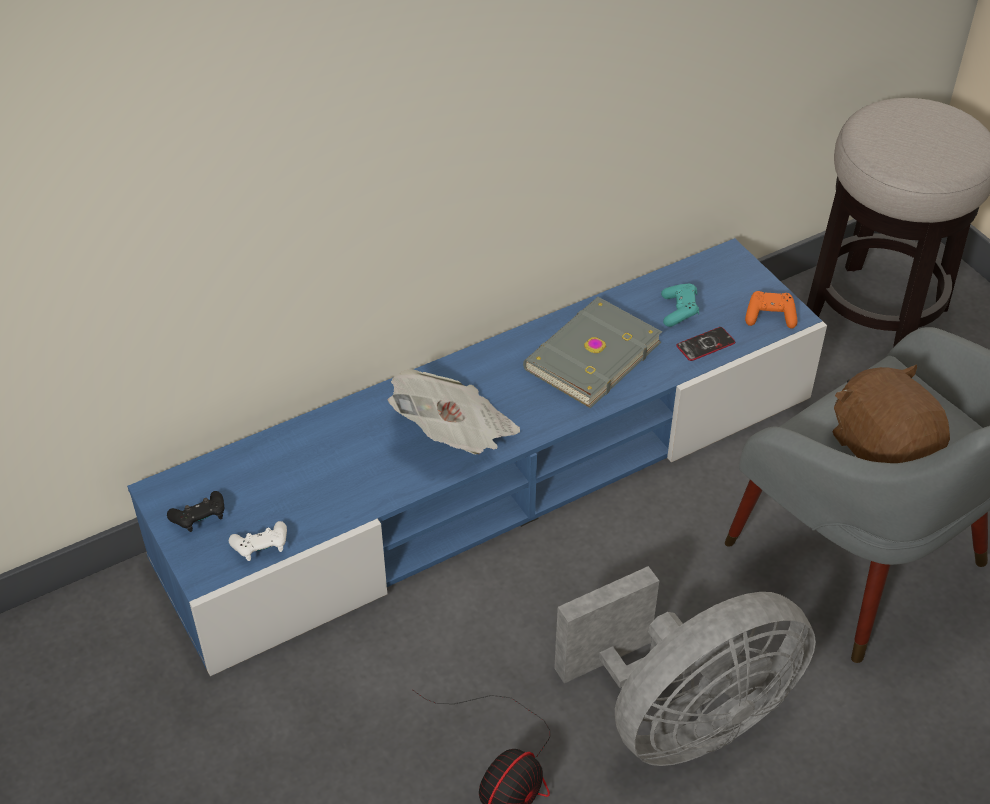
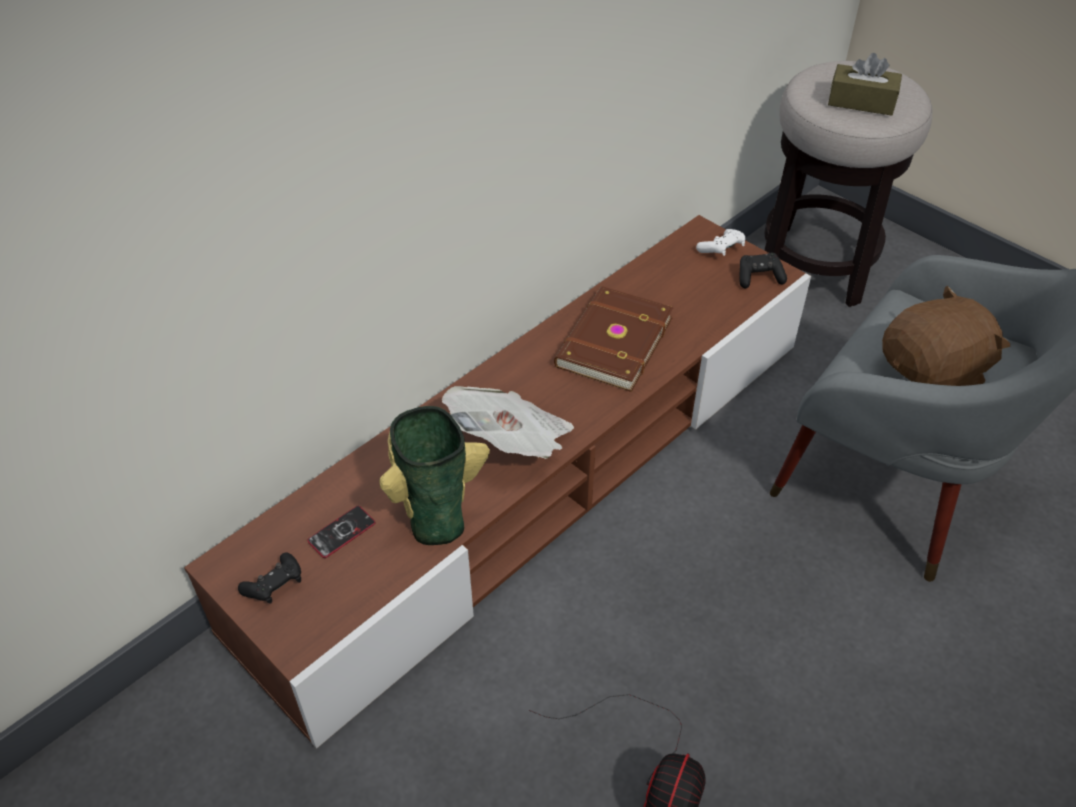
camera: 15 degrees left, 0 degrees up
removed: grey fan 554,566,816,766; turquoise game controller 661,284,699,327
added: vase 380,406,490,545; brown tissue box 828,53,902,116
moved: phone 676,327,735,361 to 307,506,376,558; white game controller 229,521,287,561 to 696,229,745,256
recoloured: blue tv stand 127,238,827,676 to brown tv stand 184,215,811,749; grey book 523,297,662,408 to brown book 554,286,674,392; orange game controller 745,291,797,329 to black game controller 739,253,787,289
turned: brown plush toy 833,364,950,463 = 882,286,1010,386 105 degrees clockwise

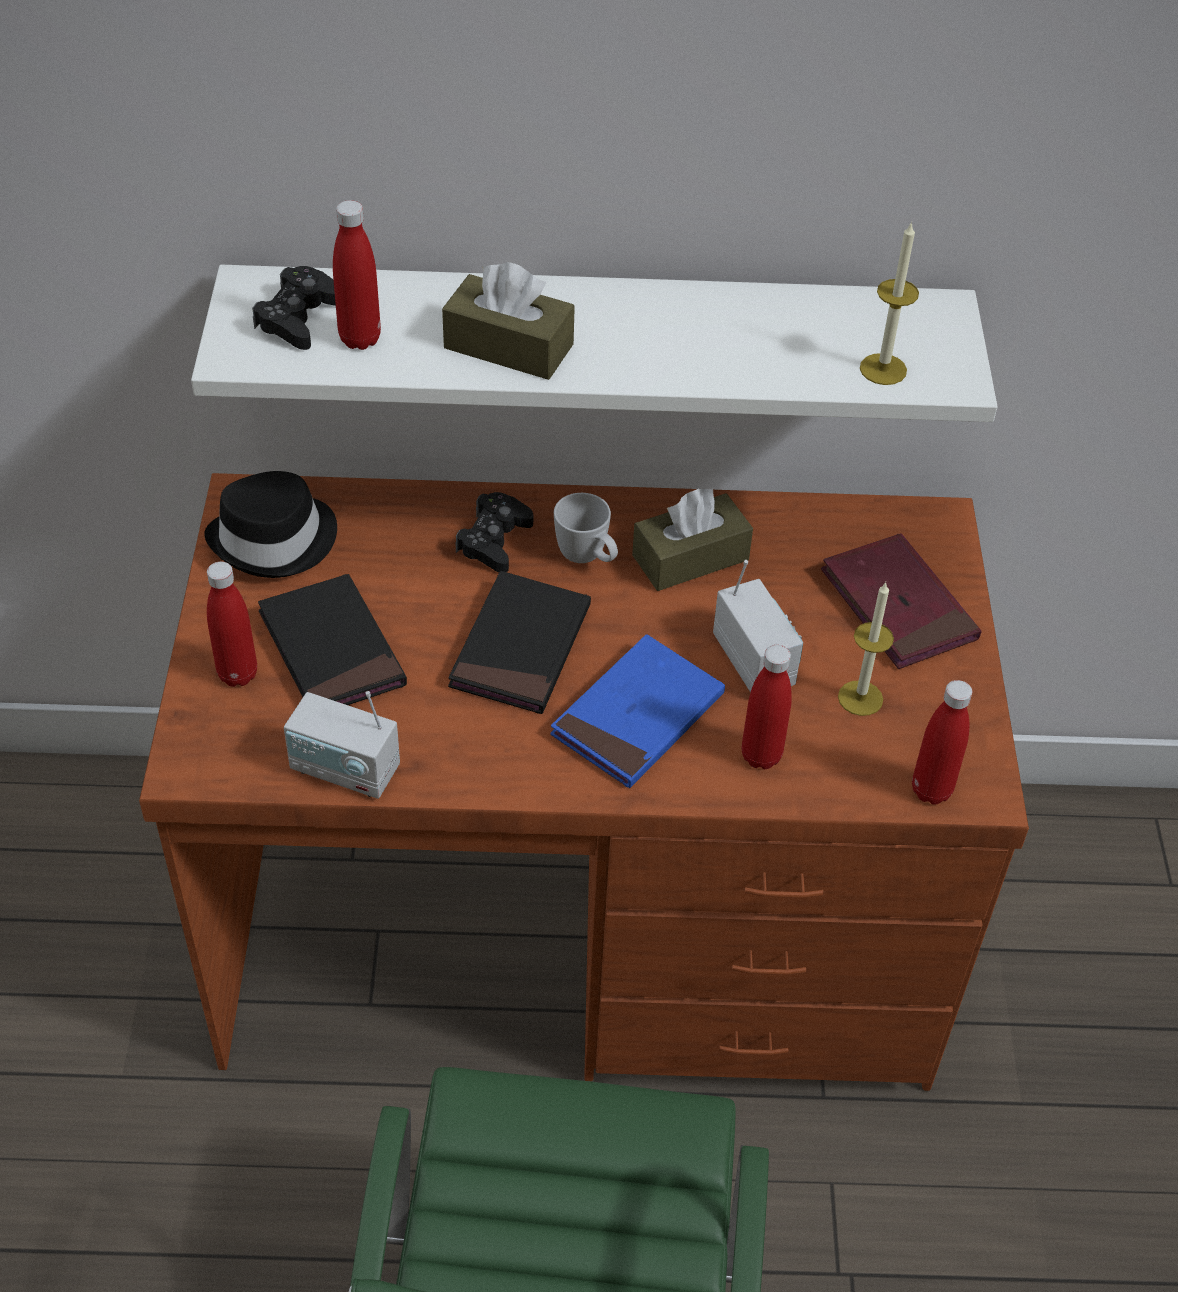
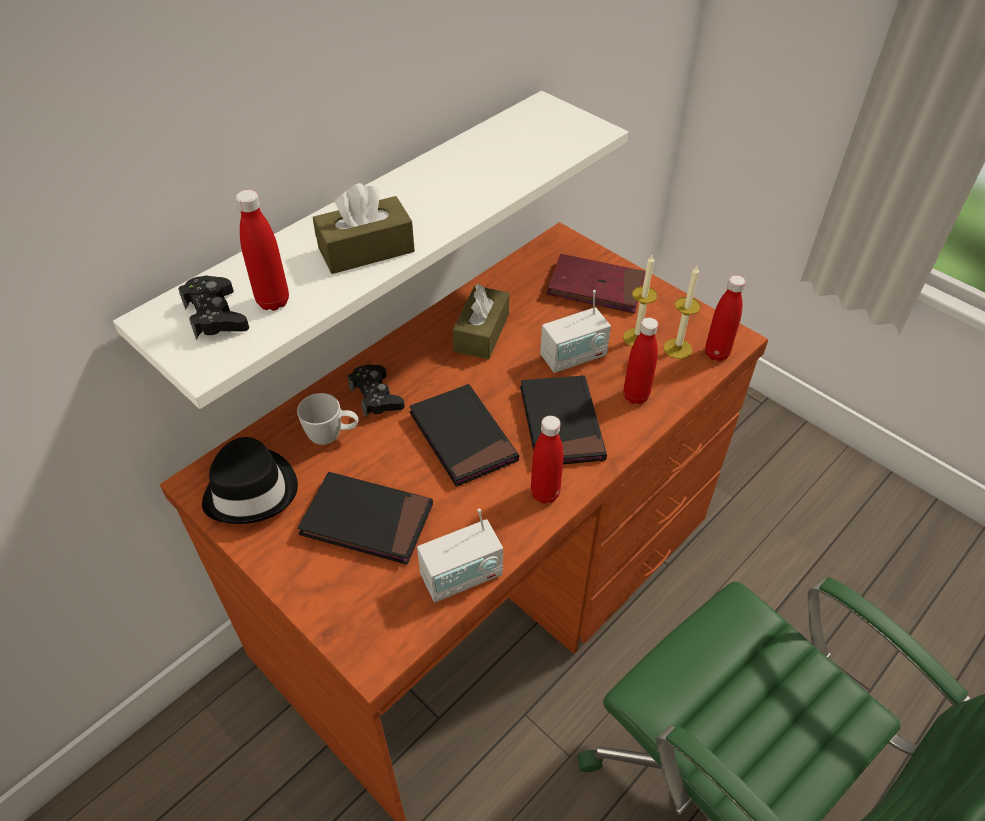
camera: 45 degrees left, 0 degrees up
moved: white mug 554,493,618,563 to 297,393,358,445; red bottle 207,562,257,687 to 531,416,564,504; candle 860,221,919,385 to 664,266,701,359
recoloured: blue book 550,634,725,788 to black book 520,375,607,464
turned: radio 713,560,803,693 = 540,290,611,373 135 degrees clockwise

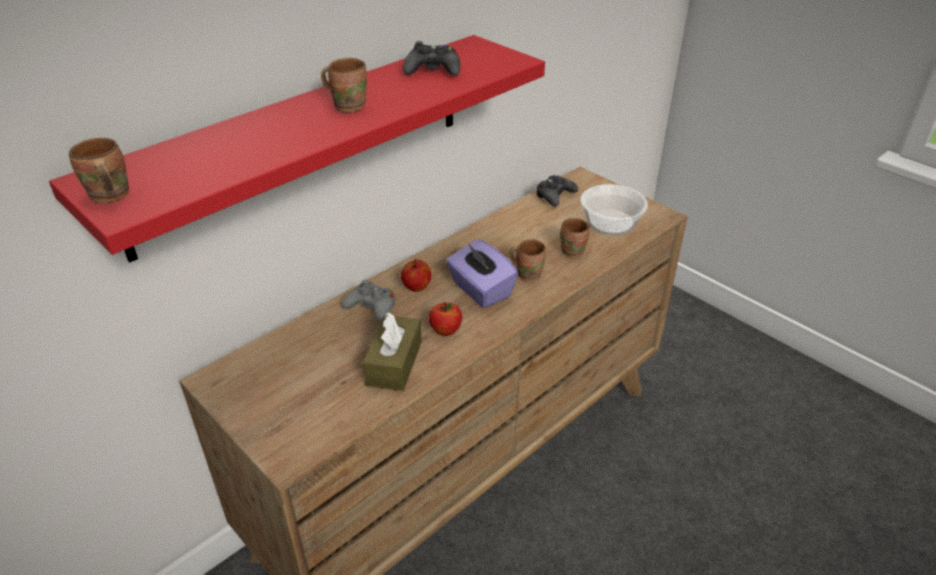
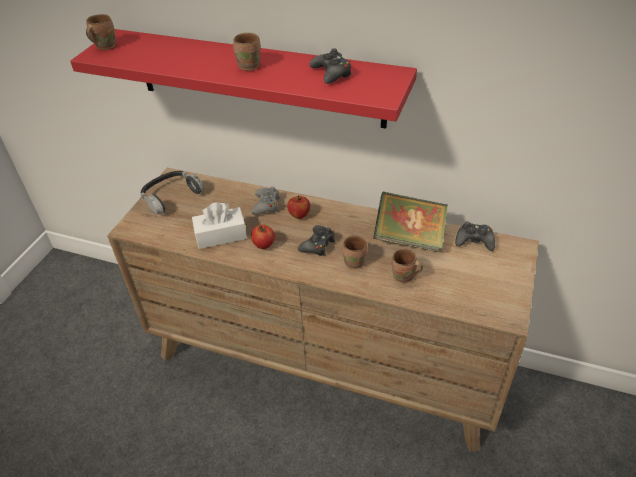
camera: 65 degrees right, 5 degrees up
removed: bowl 581,184,648,236
added: headphones 141,171,204,214; book 373,192,448,252
replaced: purple tissue box 446,239,518,308 to black game controller 298,225,335,256
recoloured: brown tissue box 363,312,422,391 to white tissue box 192,202,247,249

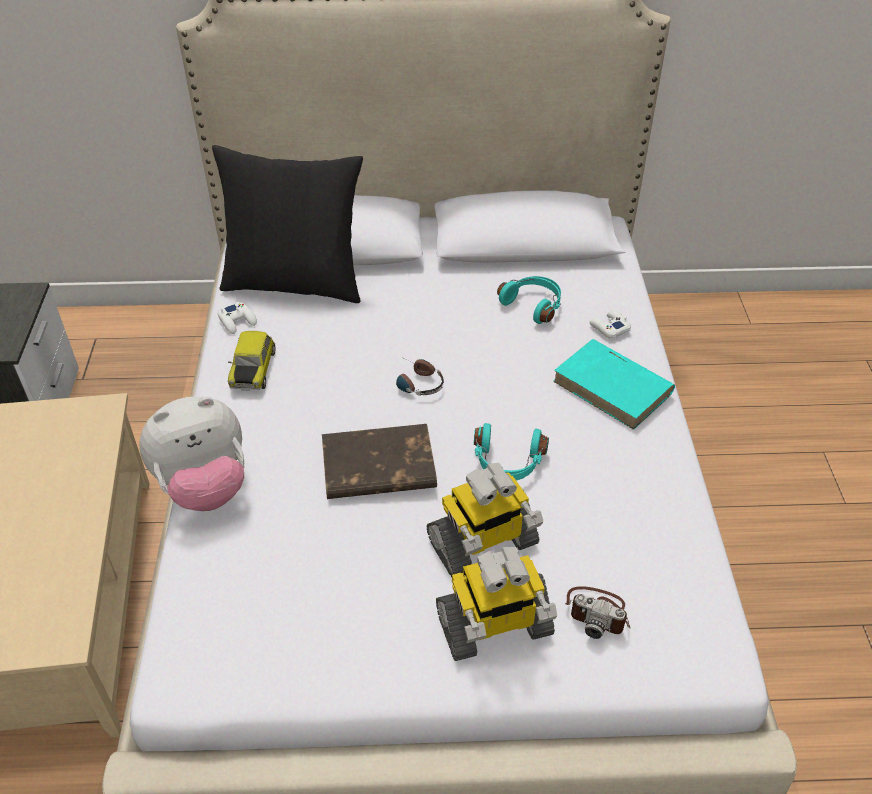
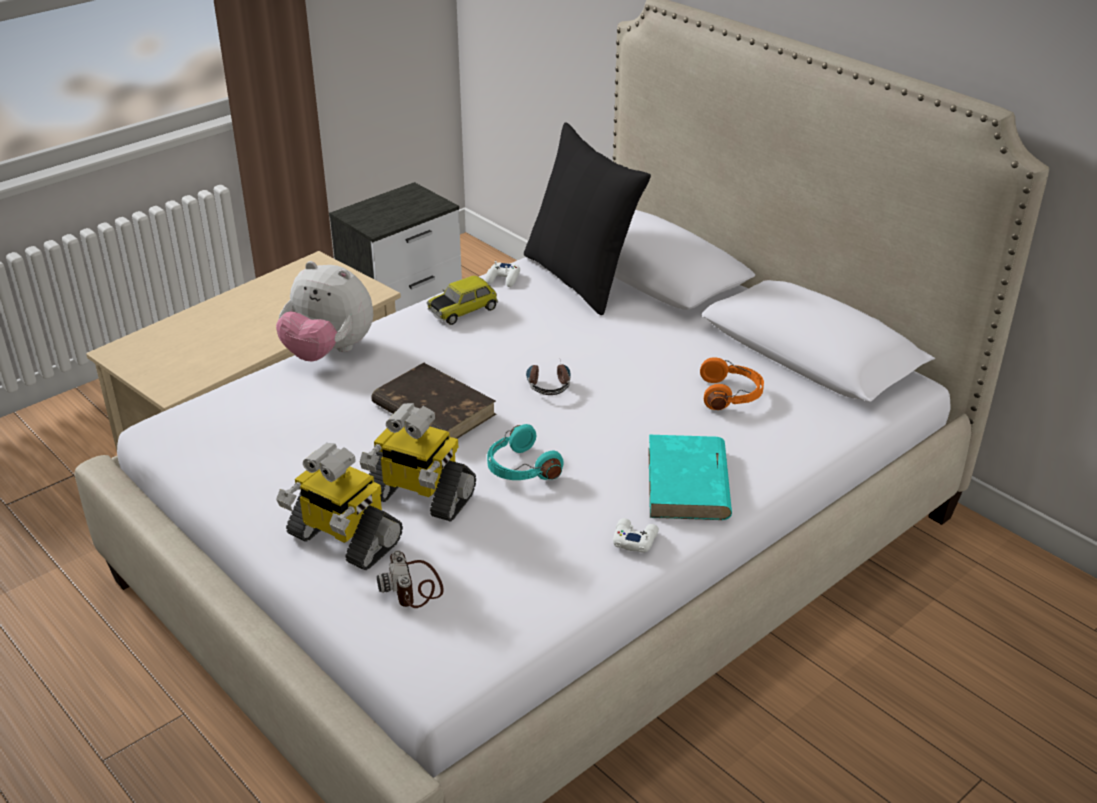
camera: 50 degrees right, 10 degrees down
moved: white game controller 589,310,631,338 to 613,518,659,553
recoloured: turquoise headphones 497,276,561,324 to orange headphones 700,357,764,410

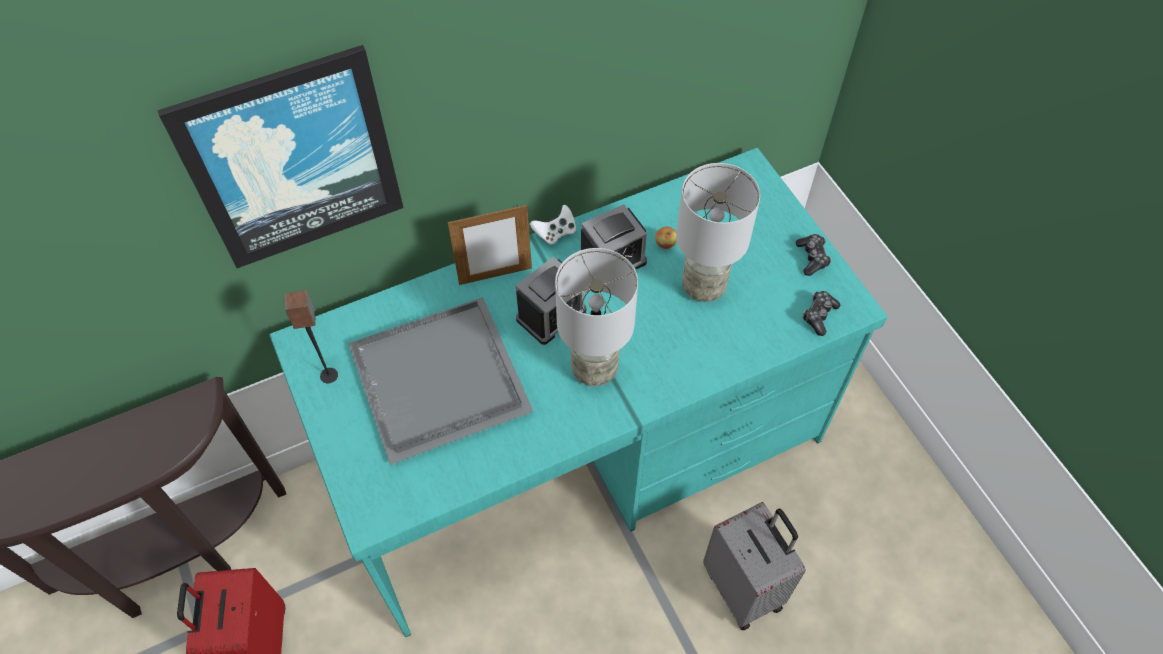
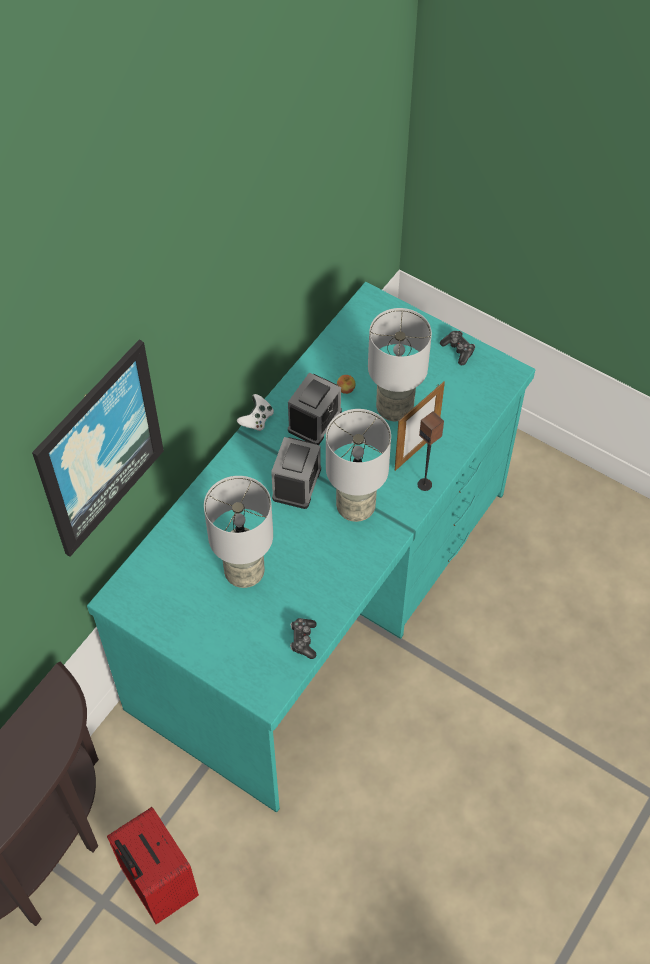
camera: 30 degrees left, 0 degrees up
removed: grey suitcase 703,502,806,631
moved: game controller 803,291,841,336 to 290,618,317,659; picture frame 448,205,532,285 to 395,382,445,471; speaker 285,290,338,383 to 417,411,444,491
replaced: grey tray 348,297,534,465 to grey table lamp 204,476,273,588

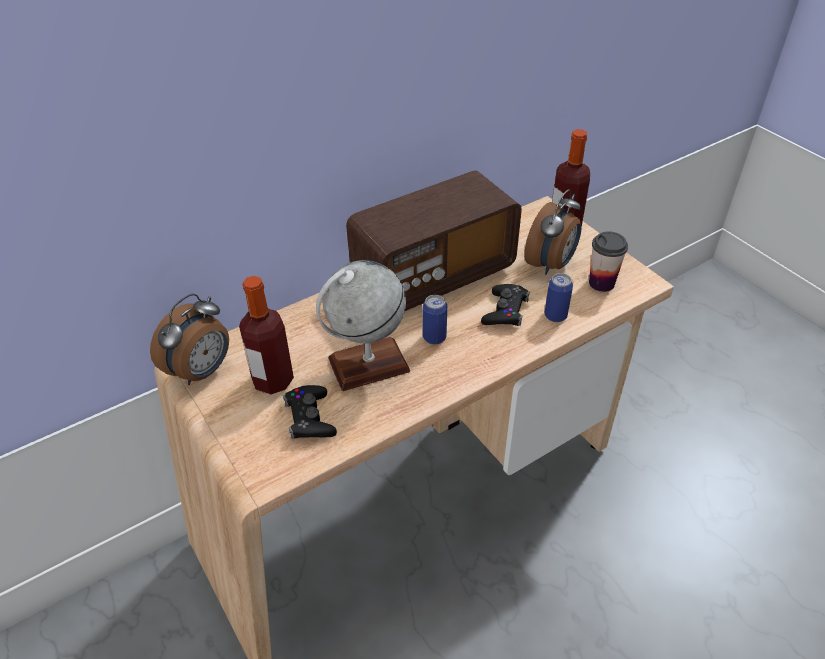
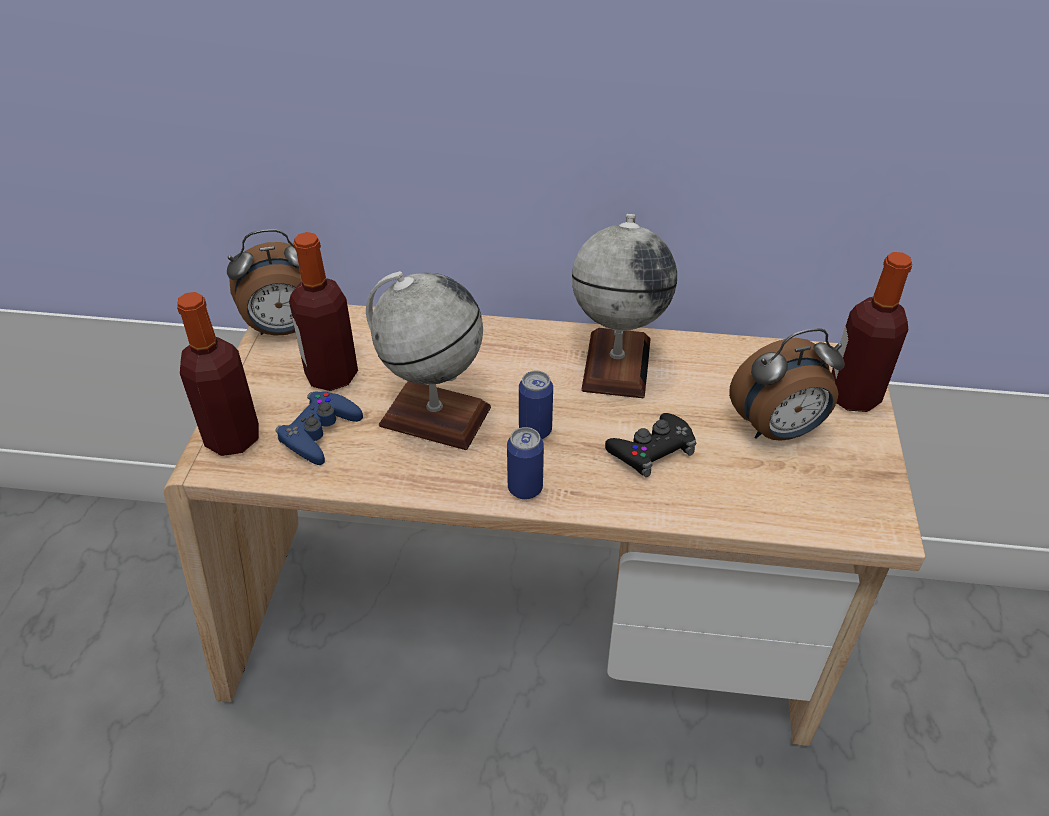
camera: 40 degrees right, 0 degrees up
removed: cup 589,231,628,292
added: bottle 177,292,259,456
moved: can 544,273,573,322 to 507,427,544,500
replaced: radio 346,171,522,311 to globe 572,214,677,398
recoloured: black game controller 283,385,337,439 to blue game controller 275,391,363,465

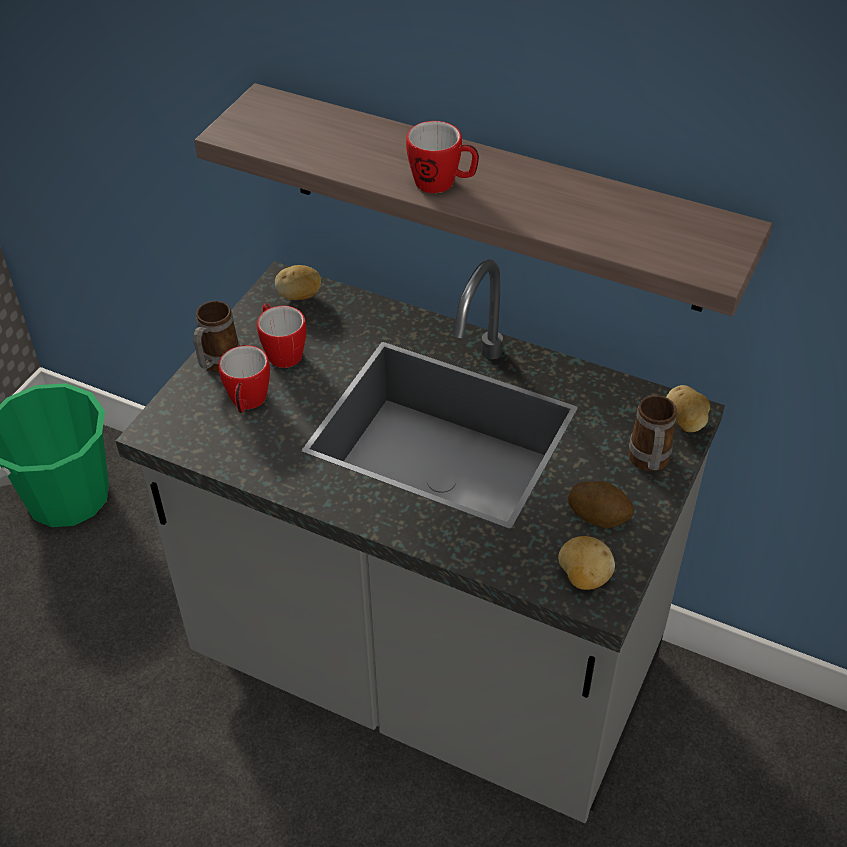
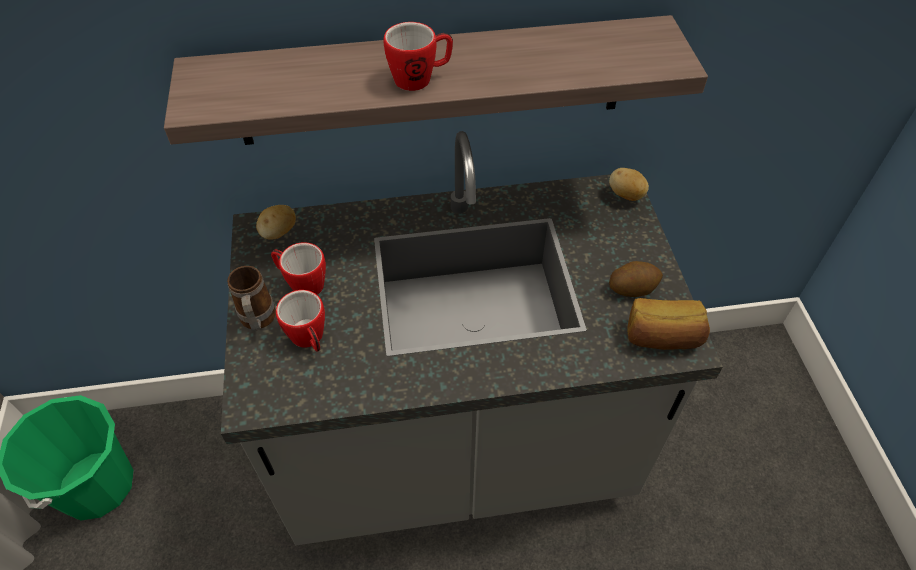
camera: 35 degrees left, 5 degrees up
removed: mug 628,395,677,471
replaced: potato 558,536,615,590 to bread 627,298,710,350

